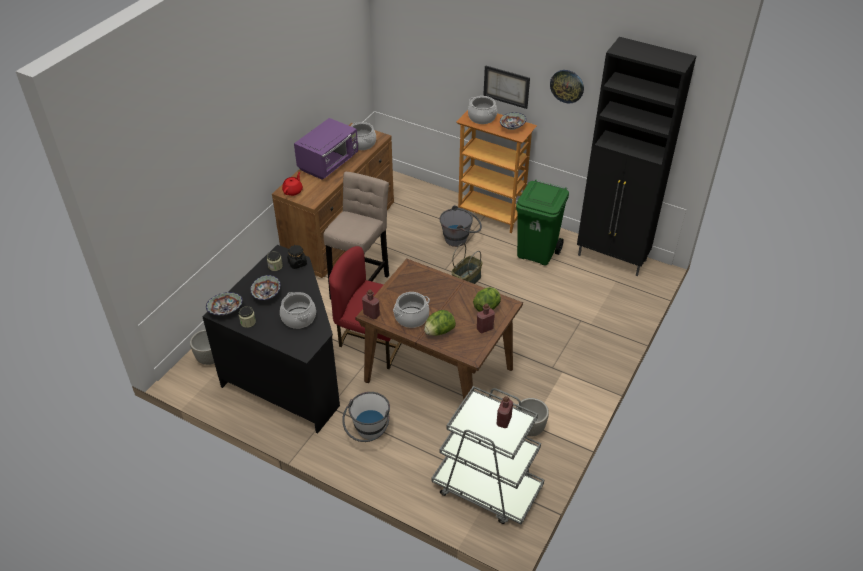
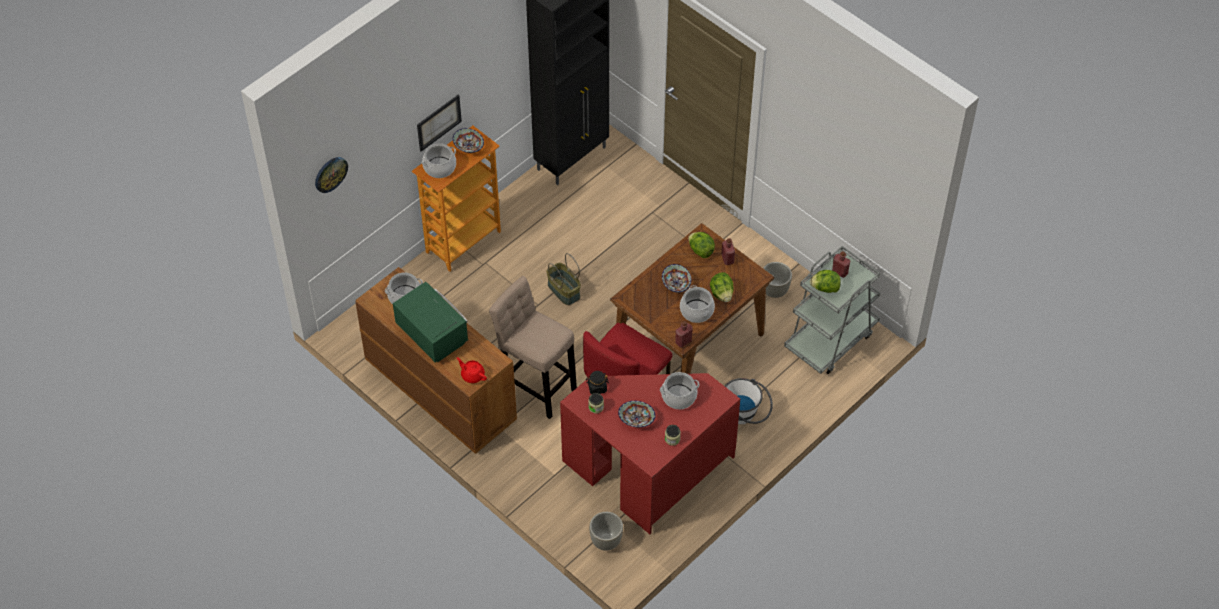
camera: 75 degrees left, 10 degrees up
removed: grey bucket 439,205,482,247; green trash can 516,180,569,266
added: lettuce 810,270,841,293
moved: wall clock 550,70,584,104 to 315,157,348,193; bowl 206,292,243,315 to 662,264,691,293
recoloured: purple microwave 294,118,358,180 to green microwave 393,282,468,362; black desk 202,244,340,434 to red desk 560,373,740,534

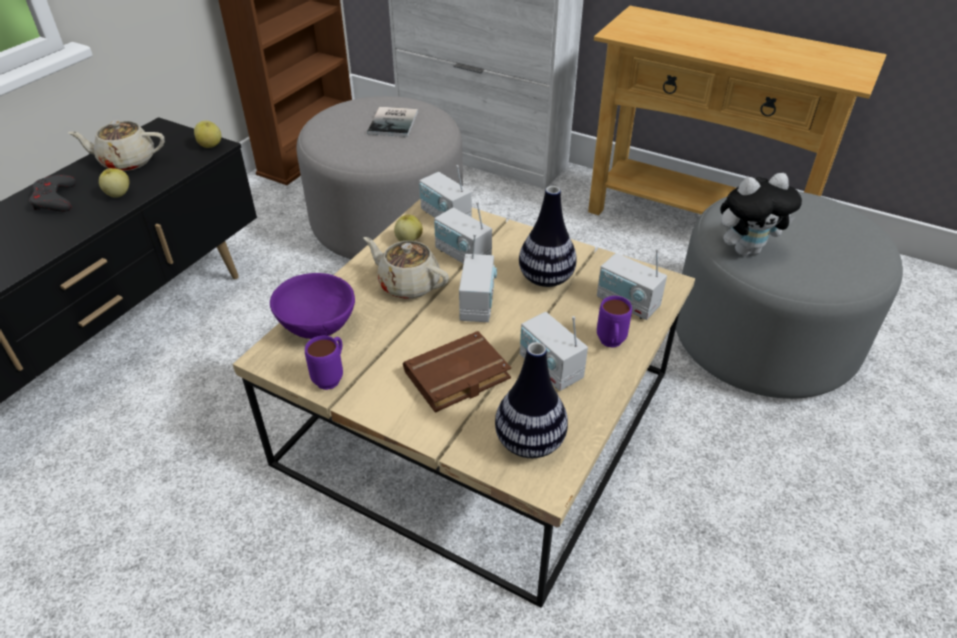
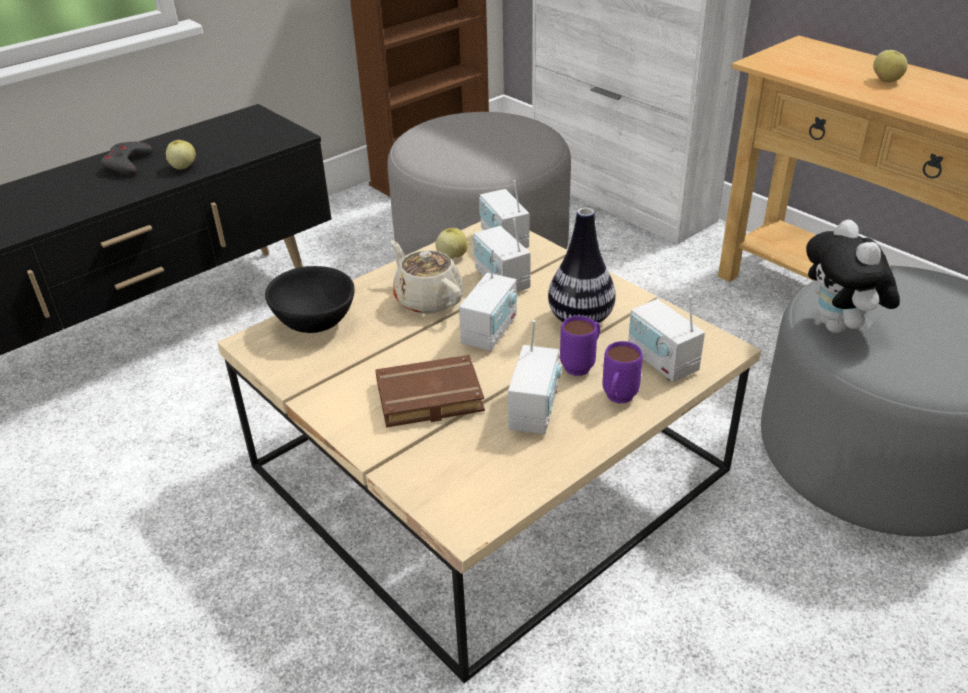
camera: 20 degrees right, 5 degrees down
removed: beige teapot 68,120,165,171; book 367,107,418,137; vase 495,342,568,458
moved: purple mug 305,336,343,390 to 560,316,600,376; apple 194,120,221,148 to 873,50,908,82
recoloured: purple bowl 270,273,355,339 to black bowl 265,266,355,333
turned: radio 520,312,588,391 = 508,320,562,434 150 degrees counterclockwise; plush toy 720,173,802,256 = 806,220,900,333 75 degrees clockwise

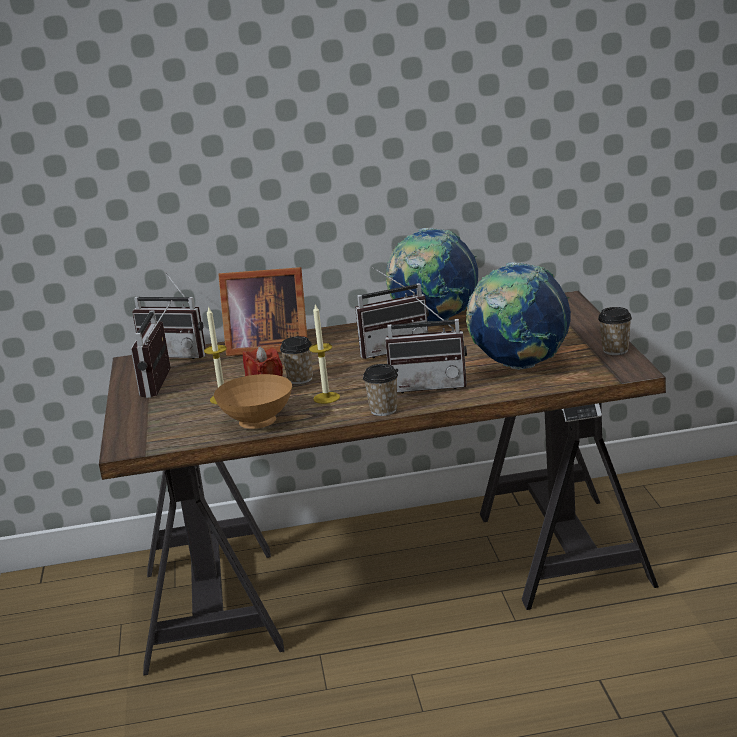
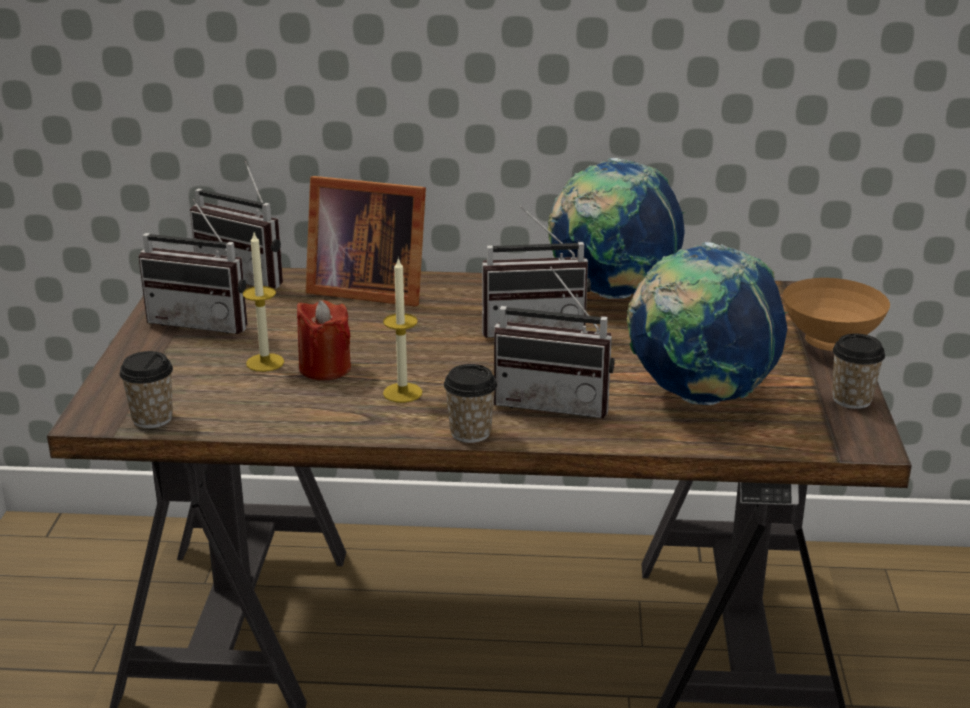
camera: 10 degrees right, 5 degrees up
moved: cup 280,336,313,384 to 119,351,173,428; brown bowl 214,374,292,429 to 782,278,890,351
turned: radio 131,300,172,398 = 138,199,247,334 90 degrees counterclockwise

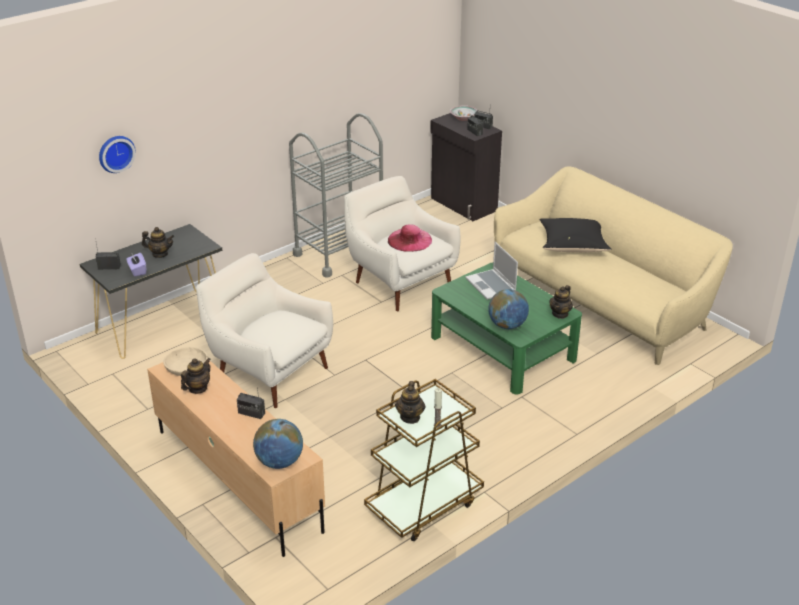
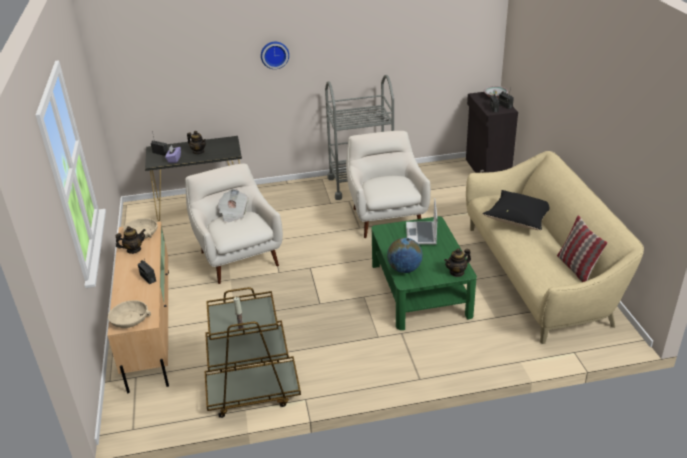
camera: 30 degrees right, 0 degrees up
removed: pink hat 388,224,432,252; teapot 395,381,425,424
added: newspaper 217,189,249,223; pillow 557,215,608,282
moved: wall clock 99,136,136,173 to 261,42,289,69
replaced: globe 253,419,303,469 to beige bowl 108,300,151,328

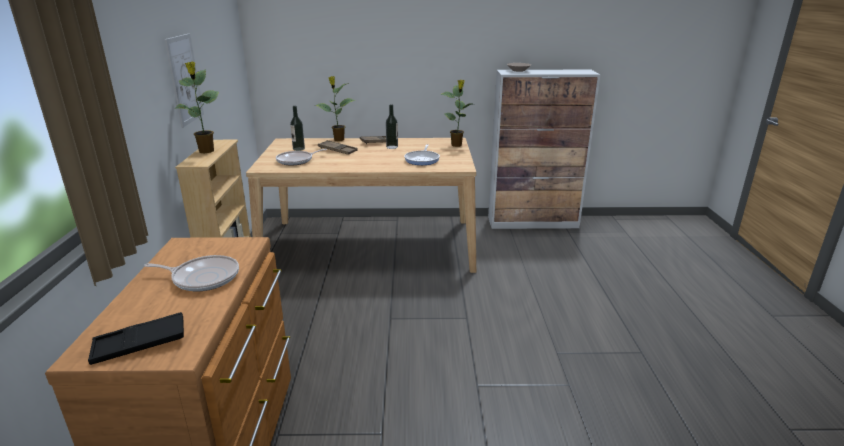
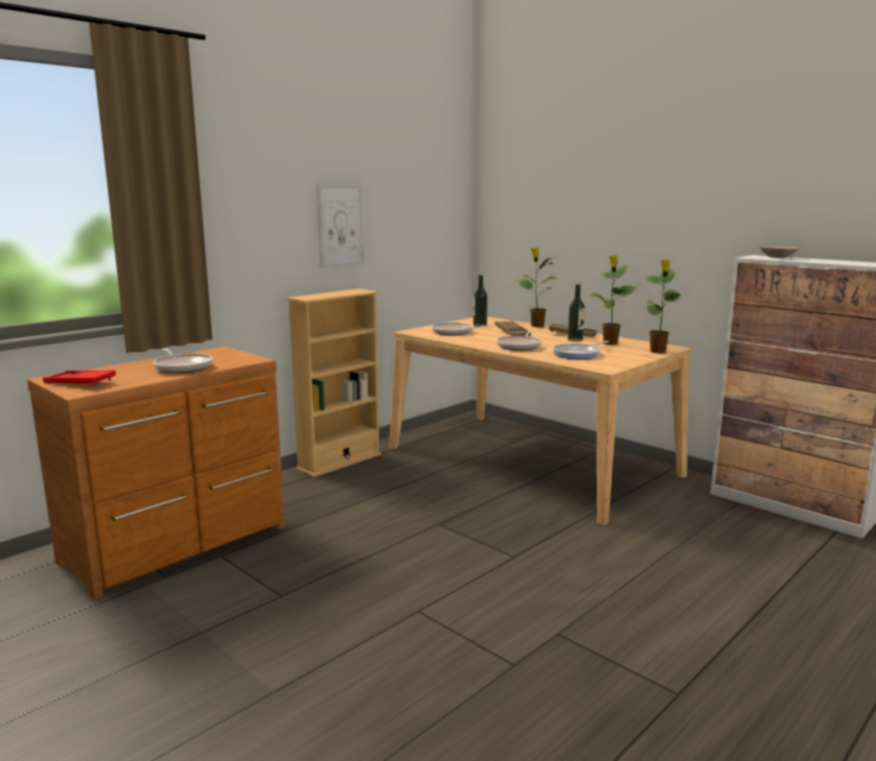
camera: 45 degrees right, 10 degrees down
added: frying pan 497,331,542,351
moved: potted plant 175,61,219,153 to 589,255,637,345
recoloured: black tray 88,312,184,365 to red tray 43,370,116,385

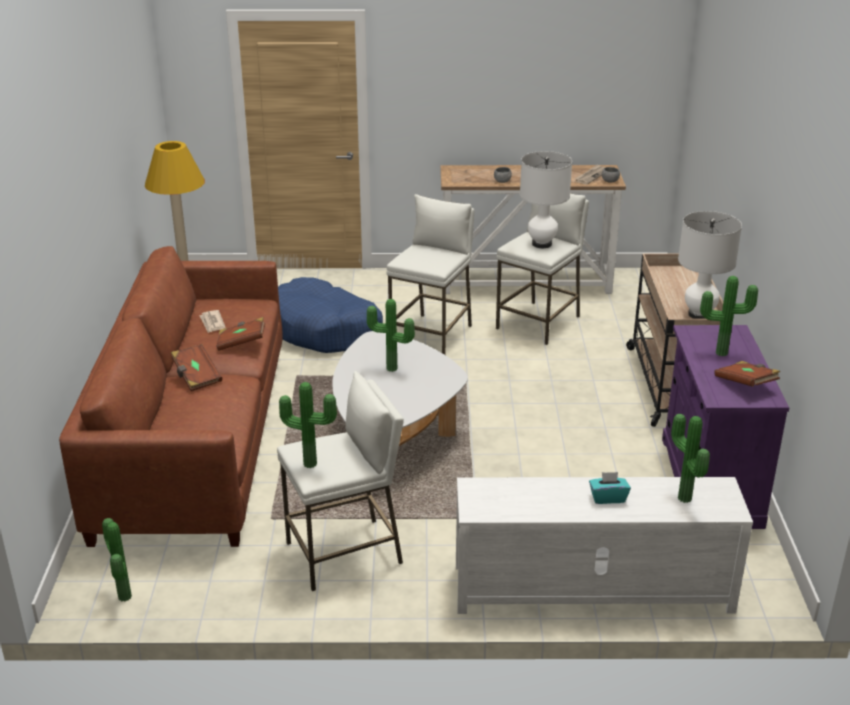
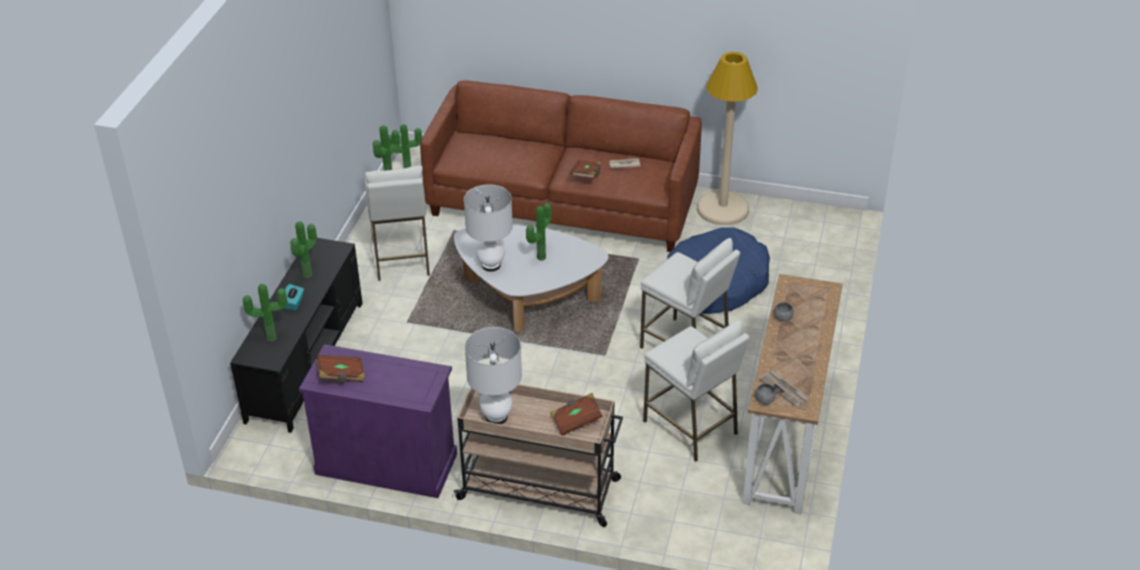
camera: 105 degrees right, 10 degrees up
moved: potted plant 700,276,758,356 to 291,221,317,278; white table lamp 520,151,572,248 to 464,184,513,272; brown book 171,344,222,391 to 550,393,603,435
recoloured: white tv stand 456,477,753,614 to black tv stand 230,238,363,433

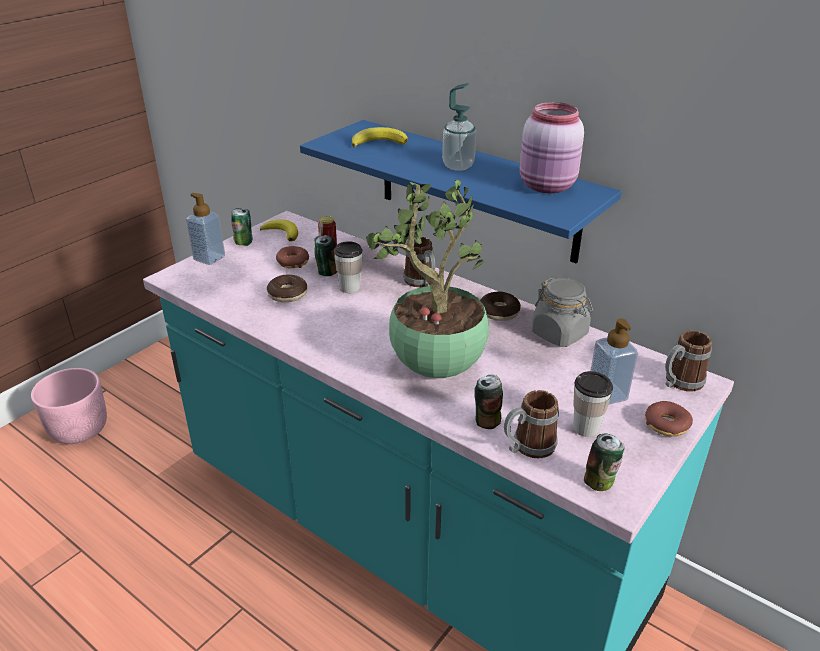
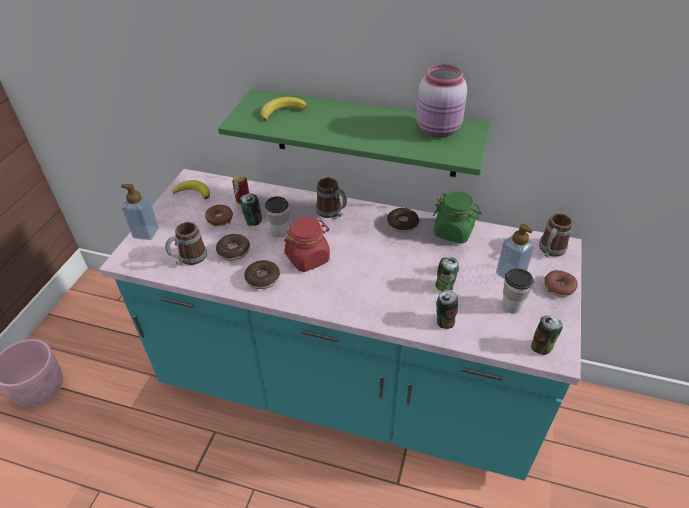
camera: 20 degrees left, 10 degrees up
removed: potted plant 366,180,489,378; soap dispenser 442,83,476,171
added: donut 244,260,280,289; red jar 284,217,330,272
moved: mug 504,390,559,458 to 165,222,207,265; can 231,208,253,246 to 435,257,459,291
recoloured: blue shelf 300,120,622,264 to green shelf 218,89,491,177; grey jar 531,278,593,347 to green jar 433,191,481,244

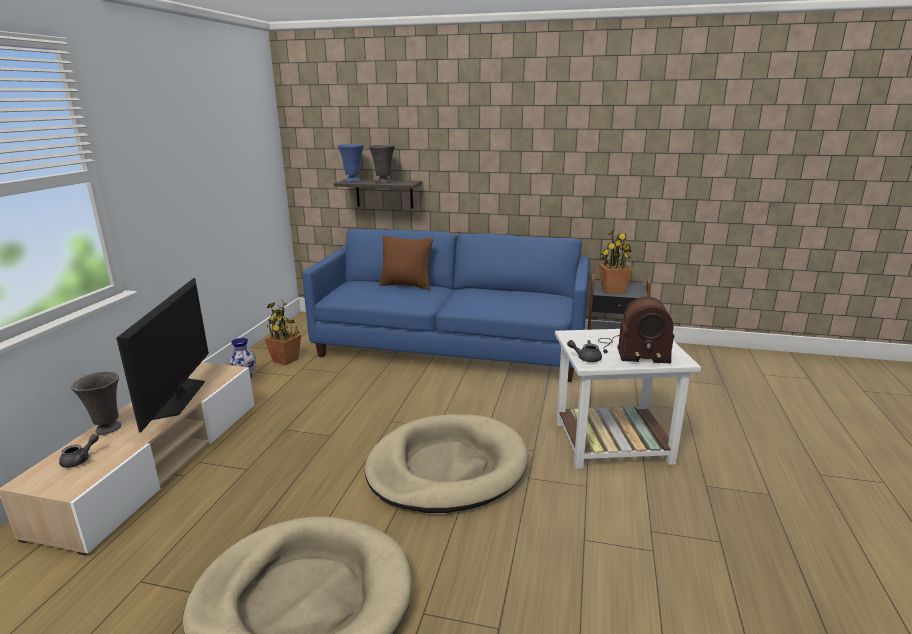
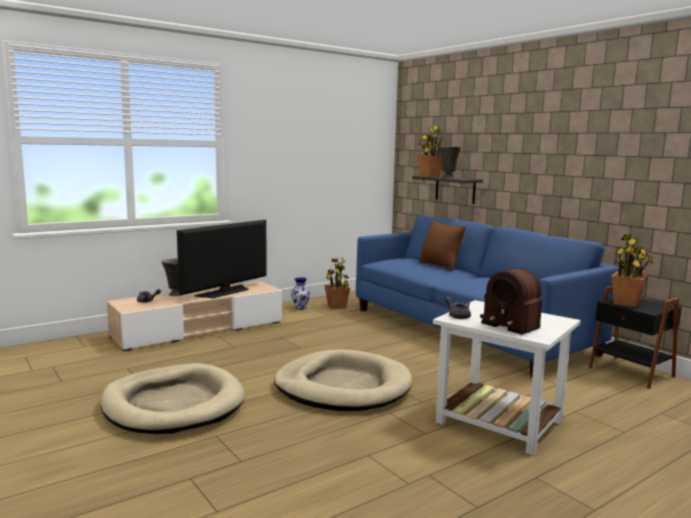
camera: 40 degrees right, 10 degrees down
replaced: blue vase 338,144,364,182 to potted plant 417,126,443,177

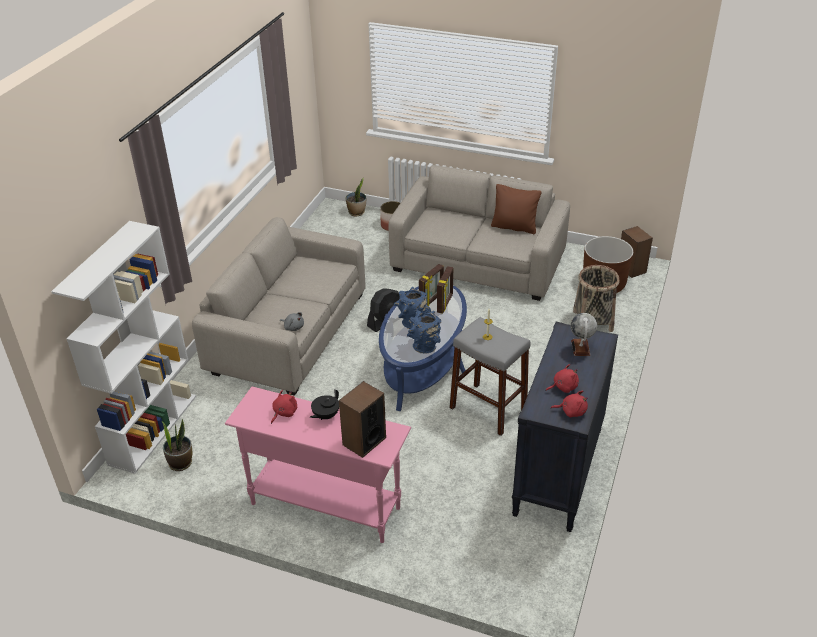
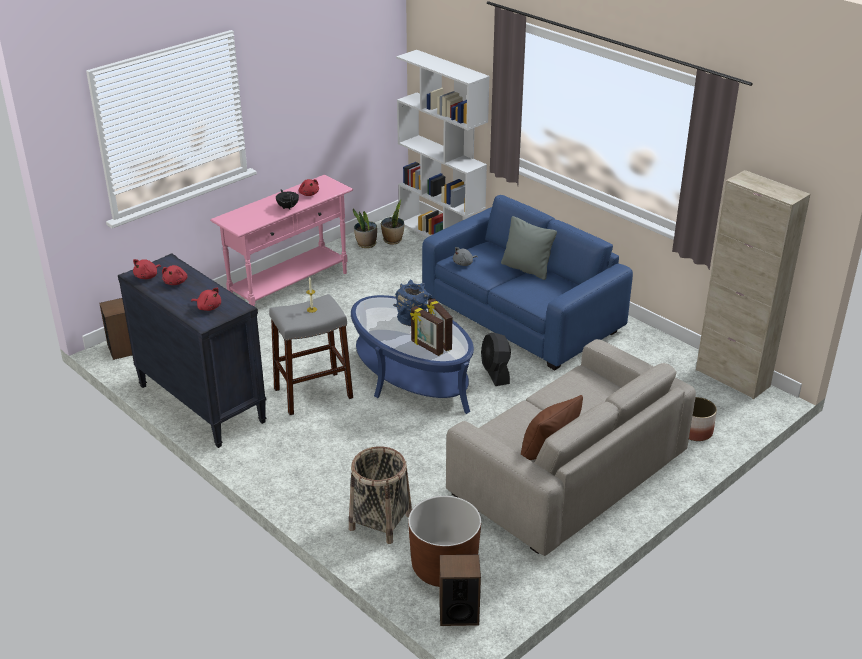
camera: 115 degrees right, 5 degrees down
removed: blue vase 407,310,442,353
added: grey pillow 501,216,557,280; beige cabinet 696,170,810,399
moved: speaker 339,381,386,458 to 99,298,132,360; potted plant 346,178,366,216 to 353,209,377,248
replaced: globe 571,313,597,356 to red plush toy 191,288,221,311
recoloured: beige sofa 192,217,366,396 to blue sofa 422,195,633,370

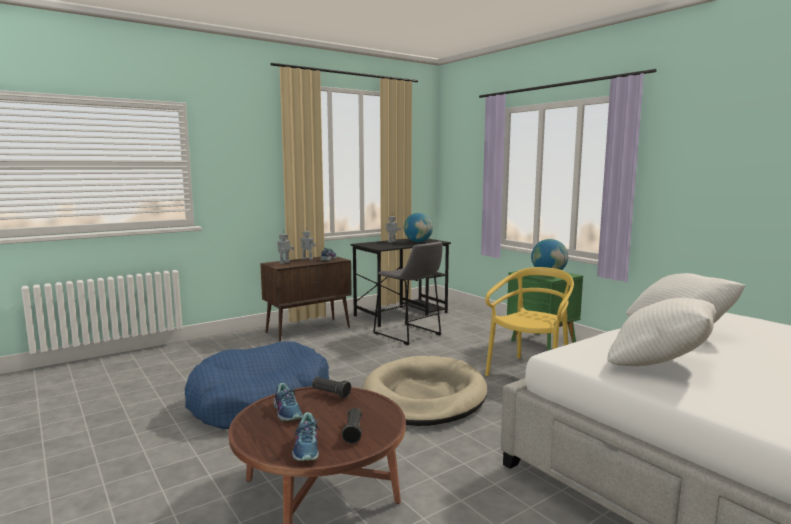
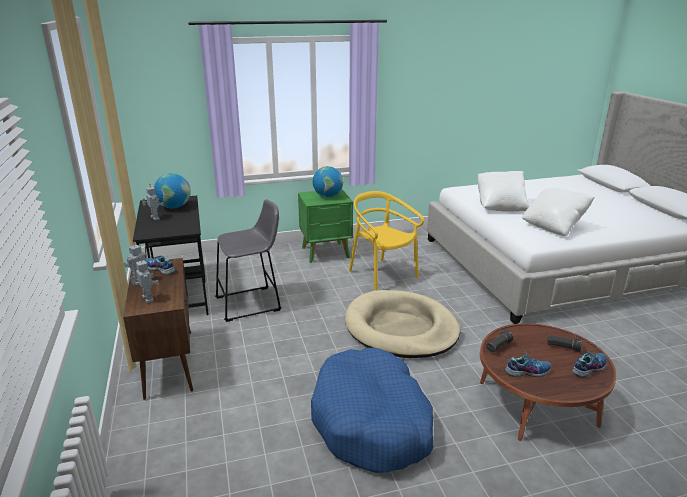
camera: 70 degrees left, 15 degrees up
turned: shoe 292,412,321,461 = 572,349,607,378 45 degrees counterclockwise

